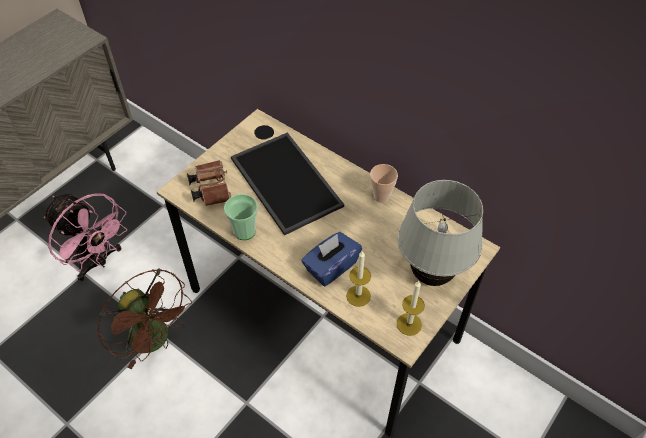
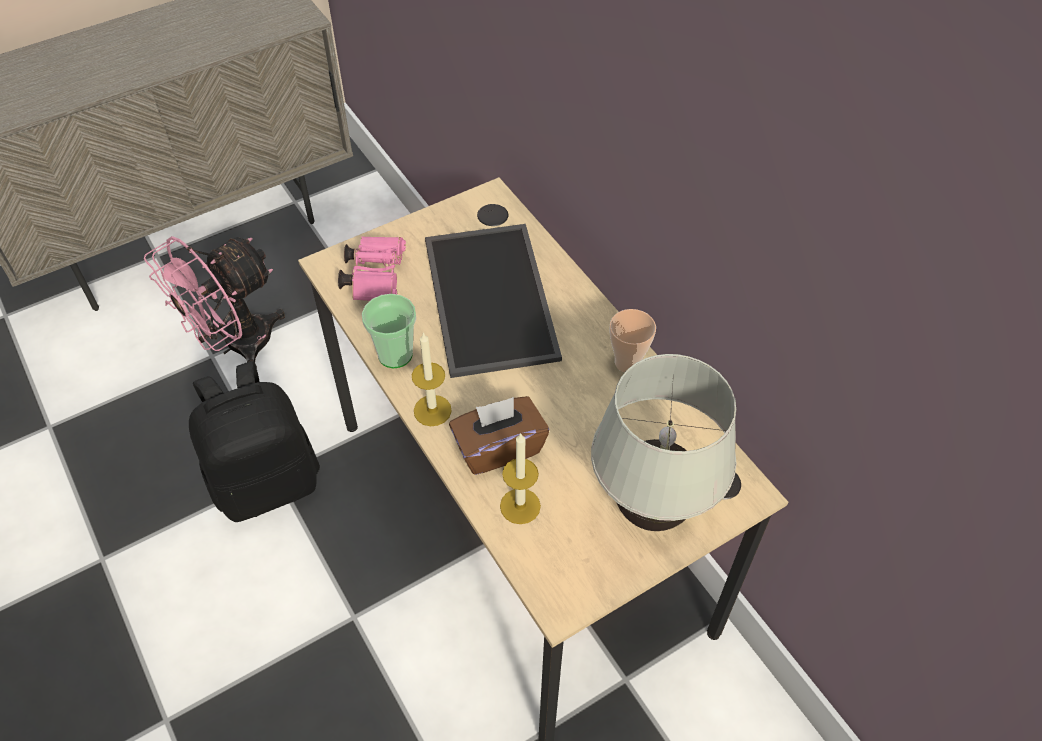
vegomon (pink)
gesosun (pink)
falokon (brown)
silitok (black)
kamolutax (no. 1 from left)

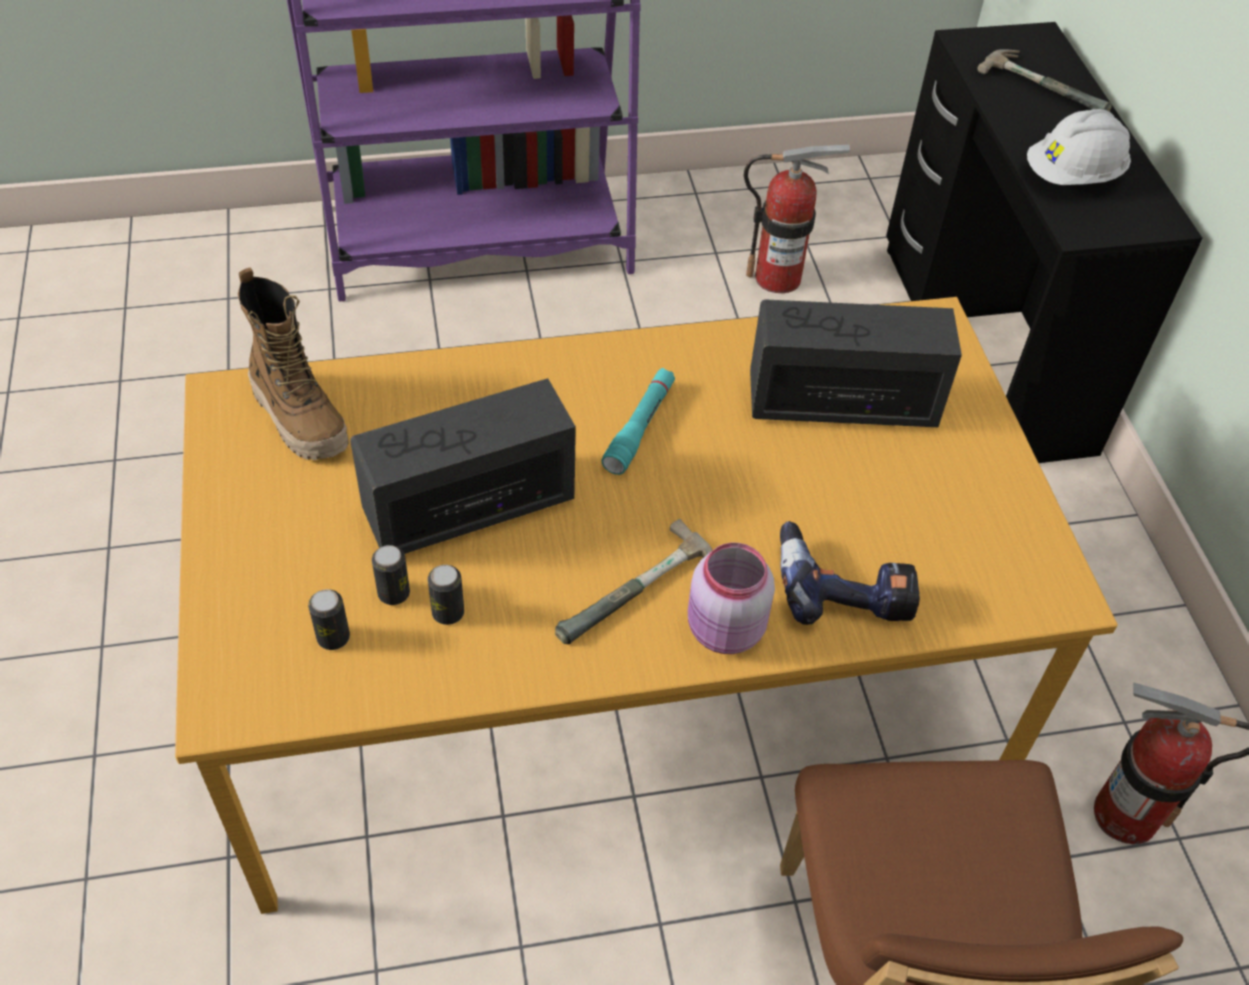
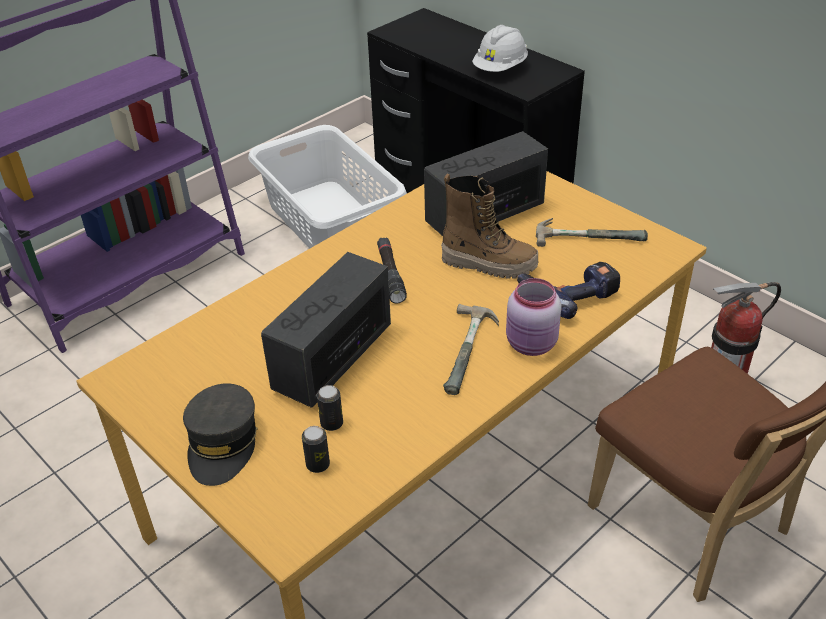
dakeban (no. 2 from left)
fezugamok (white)
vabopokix
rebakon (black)
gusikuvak (no. 3 from left in the first image)
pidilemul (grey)

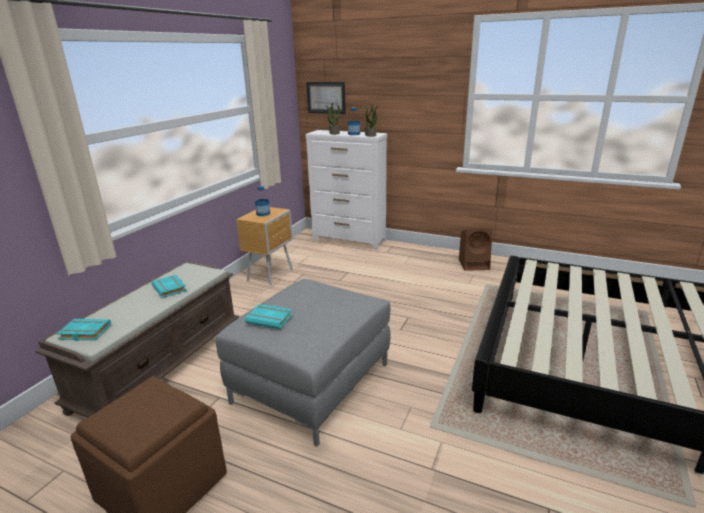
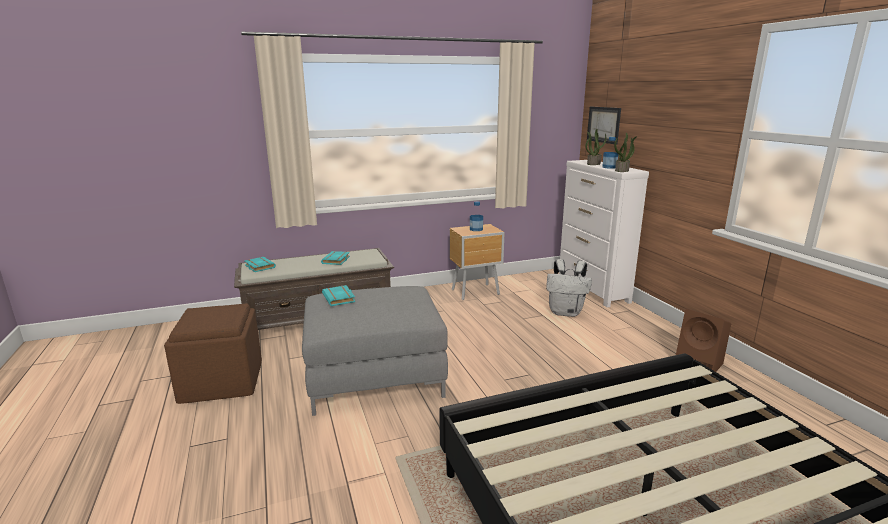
silitok (white)

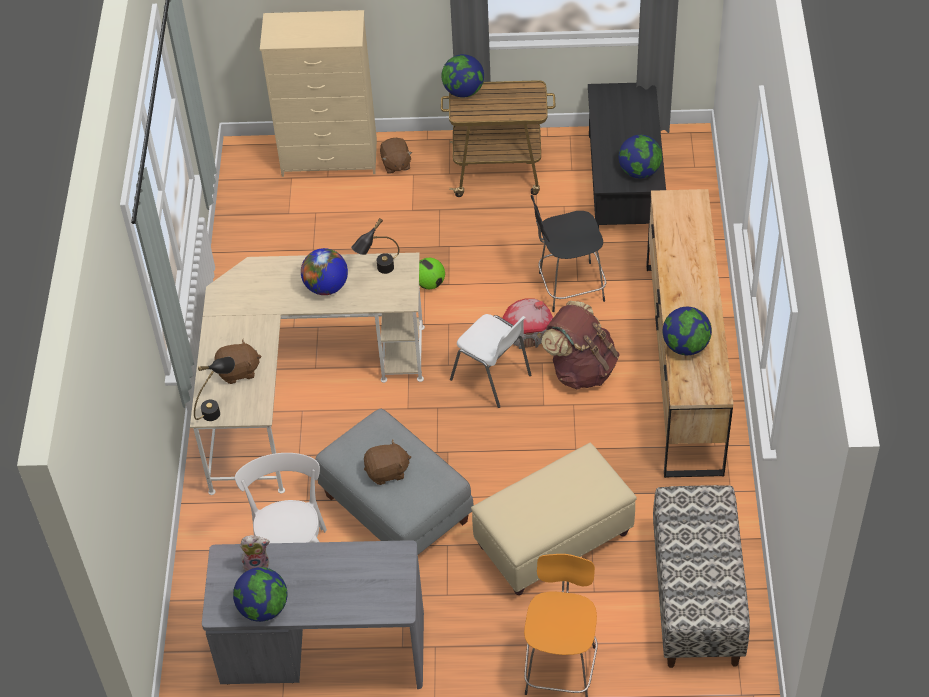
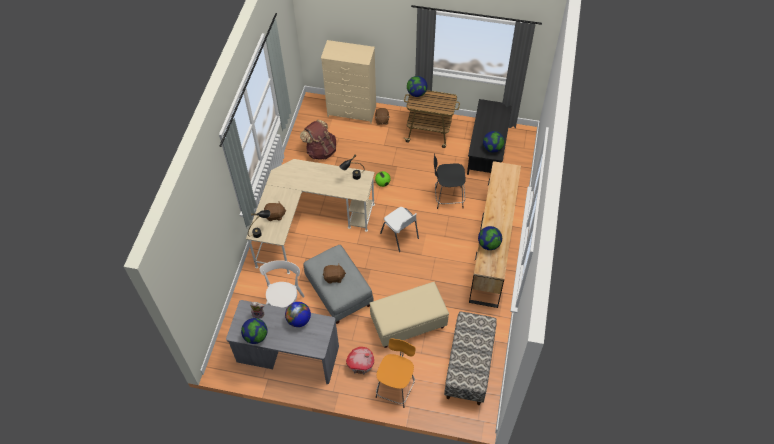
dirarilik (no. 2 from left)
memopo
silitok (brown)

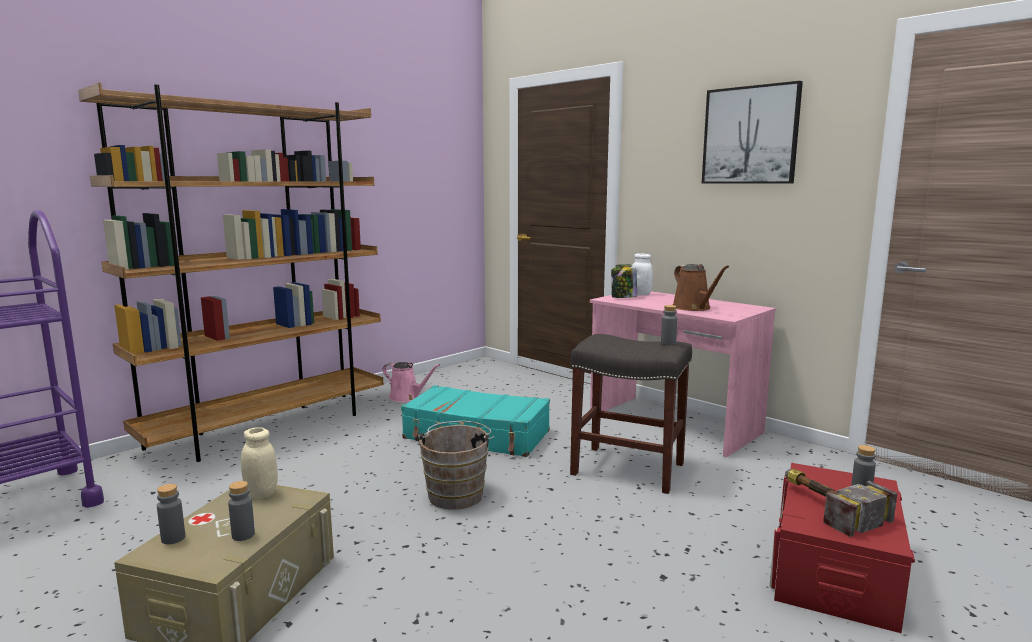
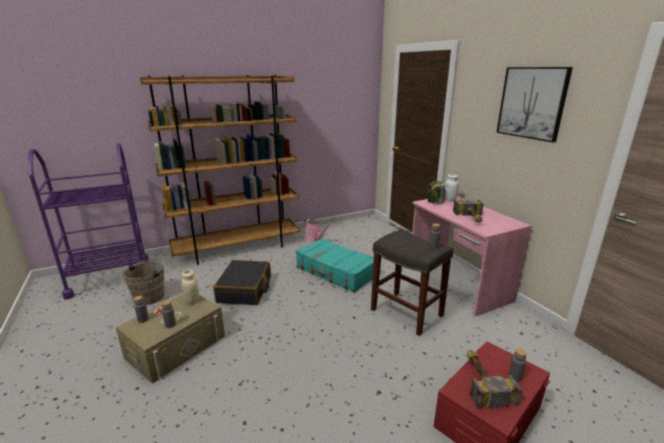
dakeban (no. 1 from left)
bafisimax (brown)
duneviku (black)

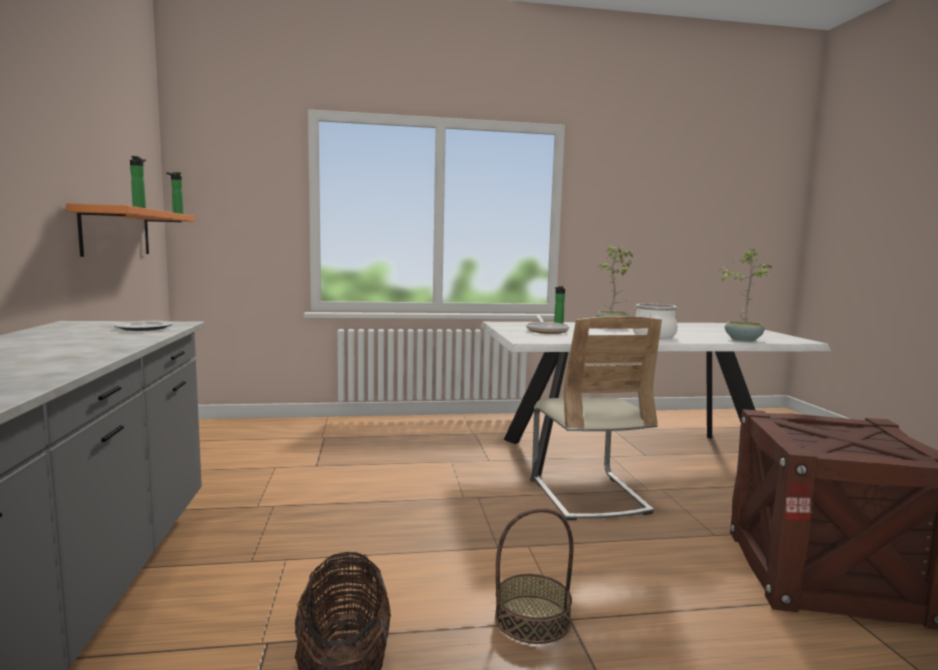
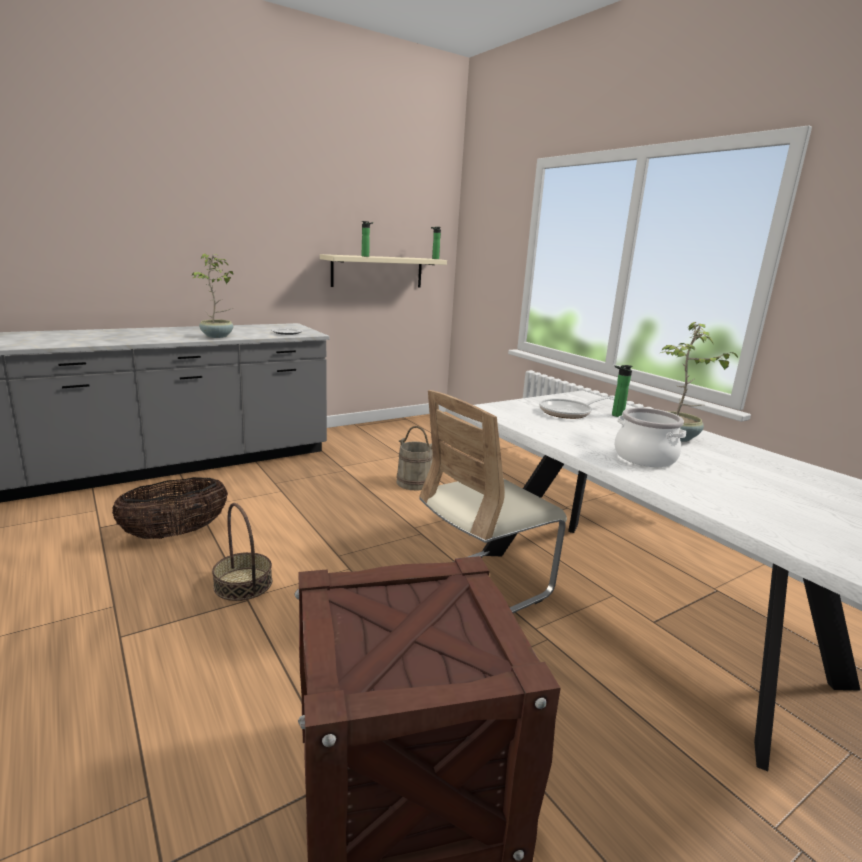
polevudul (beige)
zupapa (no. 1 from left)
bafisimax (beige)

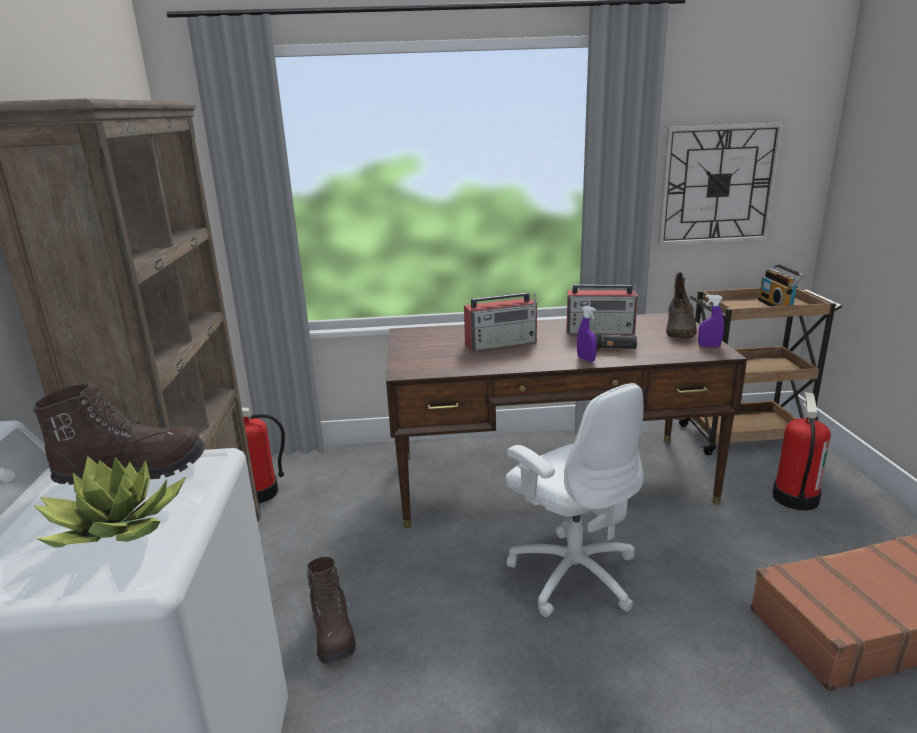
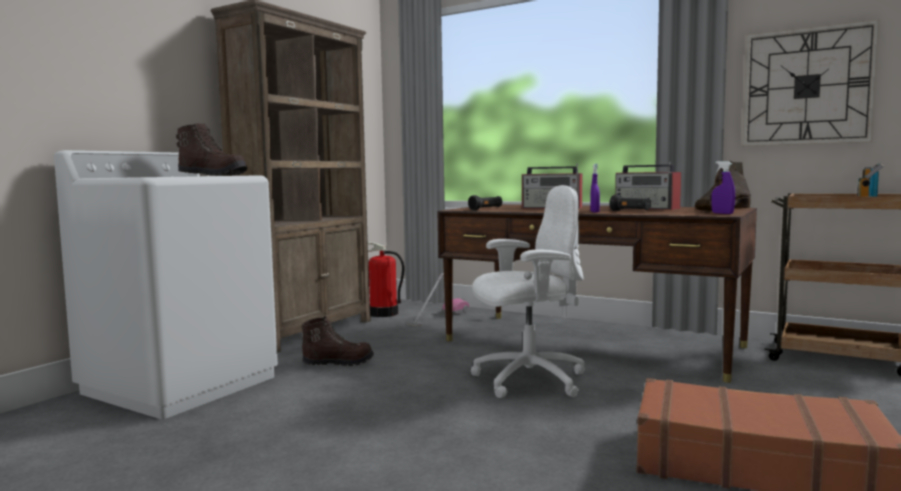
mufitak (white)
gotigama (no. 2 from left in the first image)
zupapa
vabopokix (brown) (no. 2 from left)
rebakon (black) (no. 1 from left)
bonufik

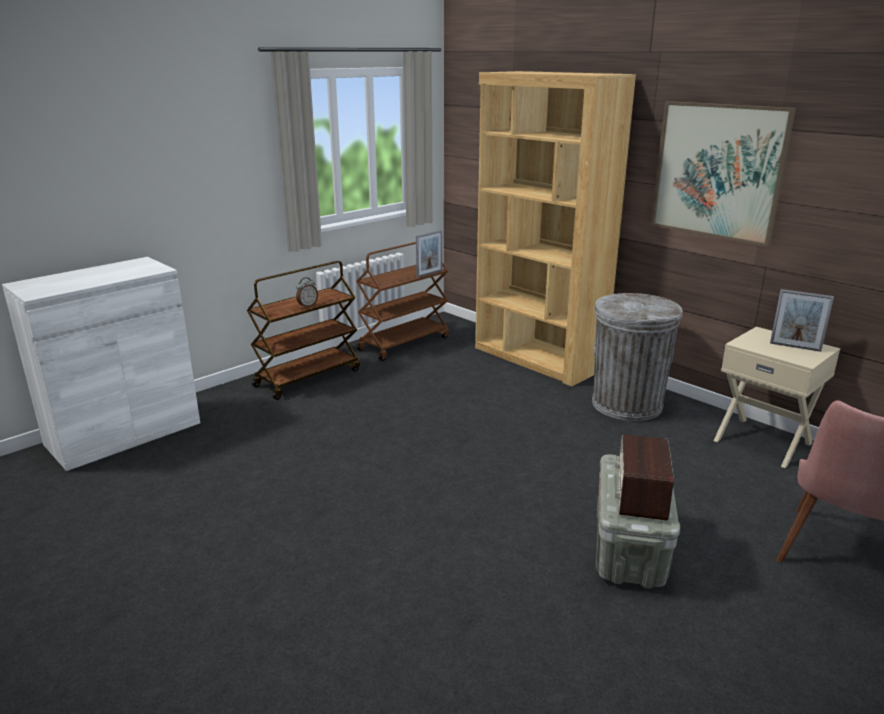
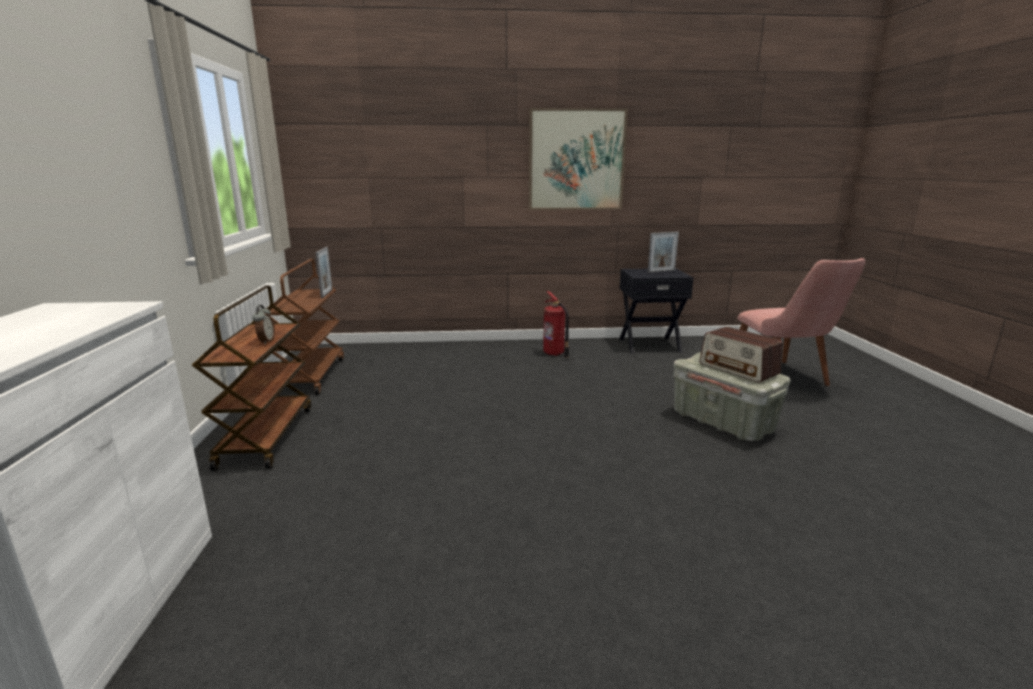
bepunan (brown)
gotigama
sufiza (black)

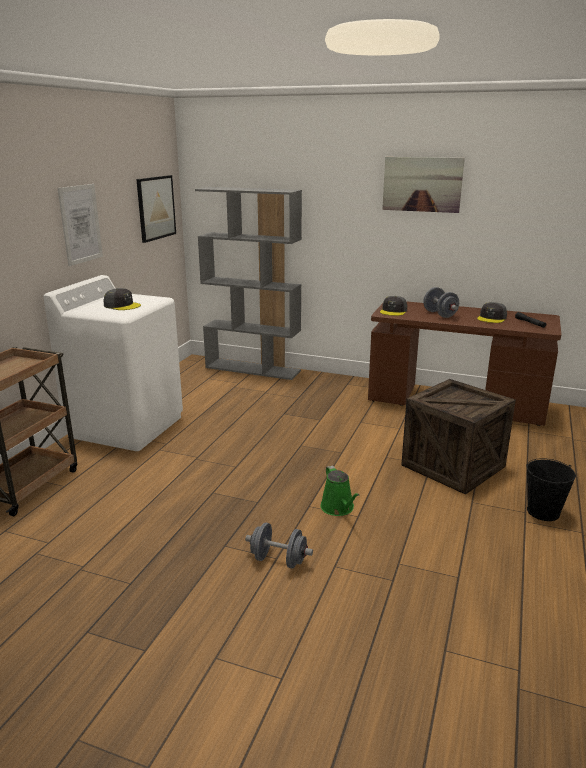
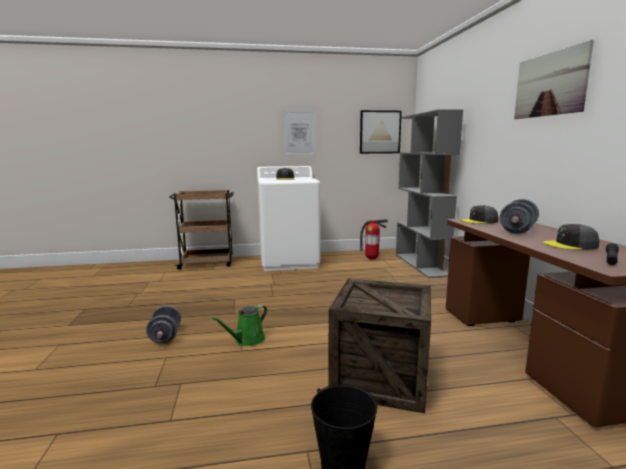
gotigama

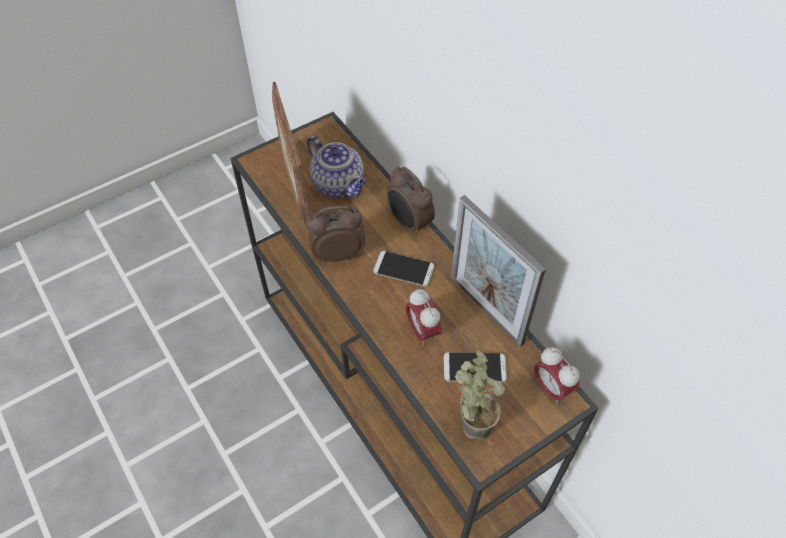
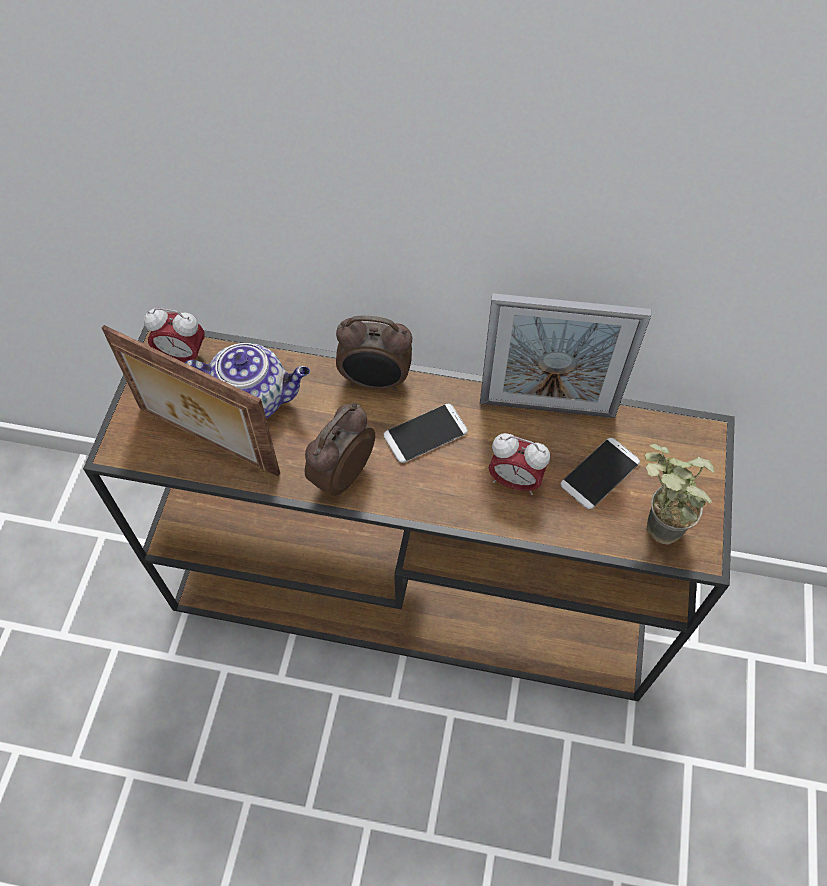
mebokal (no. 1 from left)

